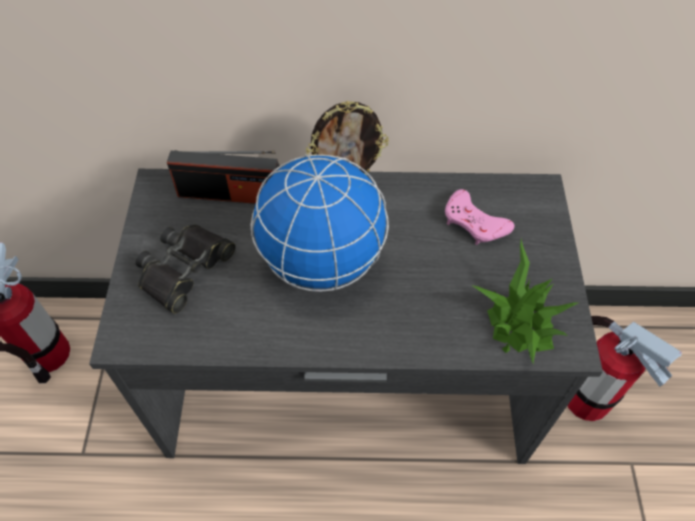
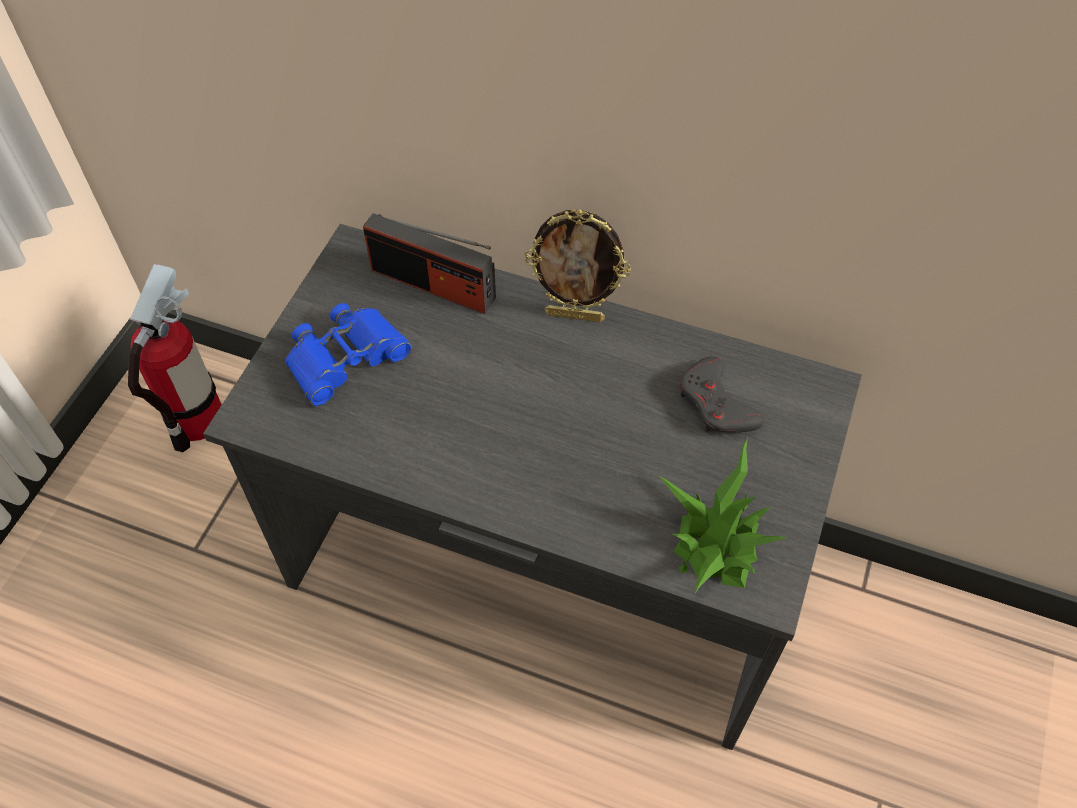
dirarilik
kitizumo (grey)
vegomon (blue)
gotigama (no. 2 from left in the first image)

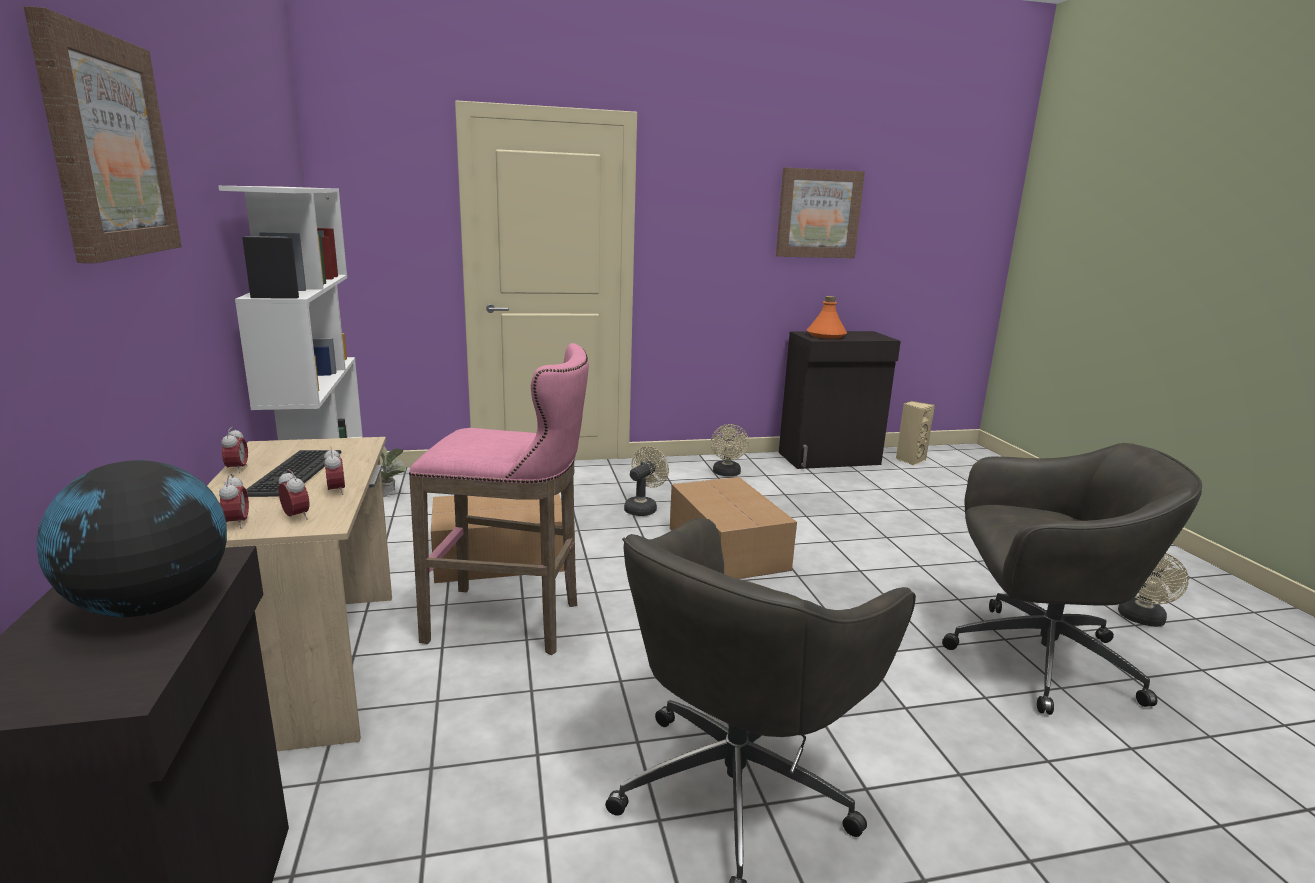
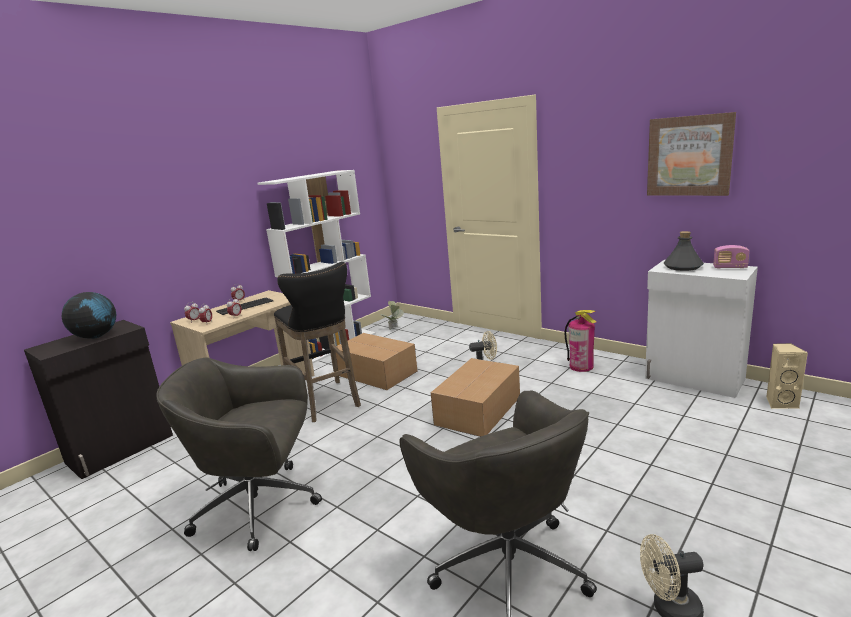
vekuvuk (no. 1 from left in the first image)
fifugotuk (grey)
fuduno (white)
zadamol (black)
gotigama
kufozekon

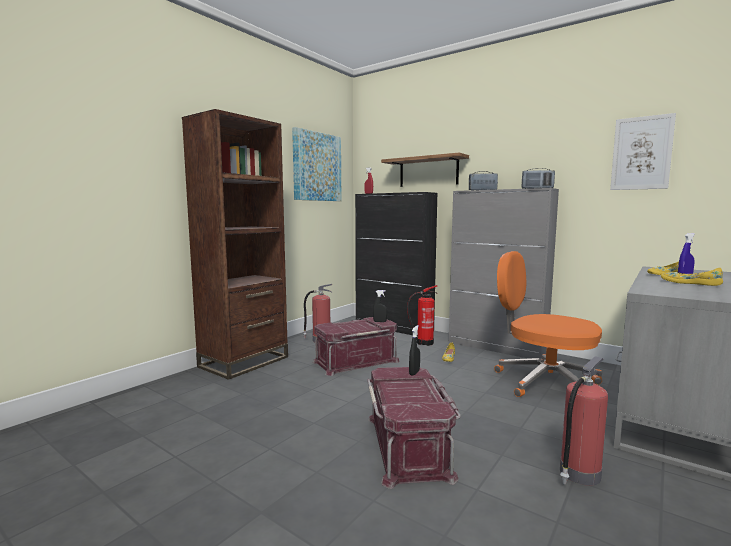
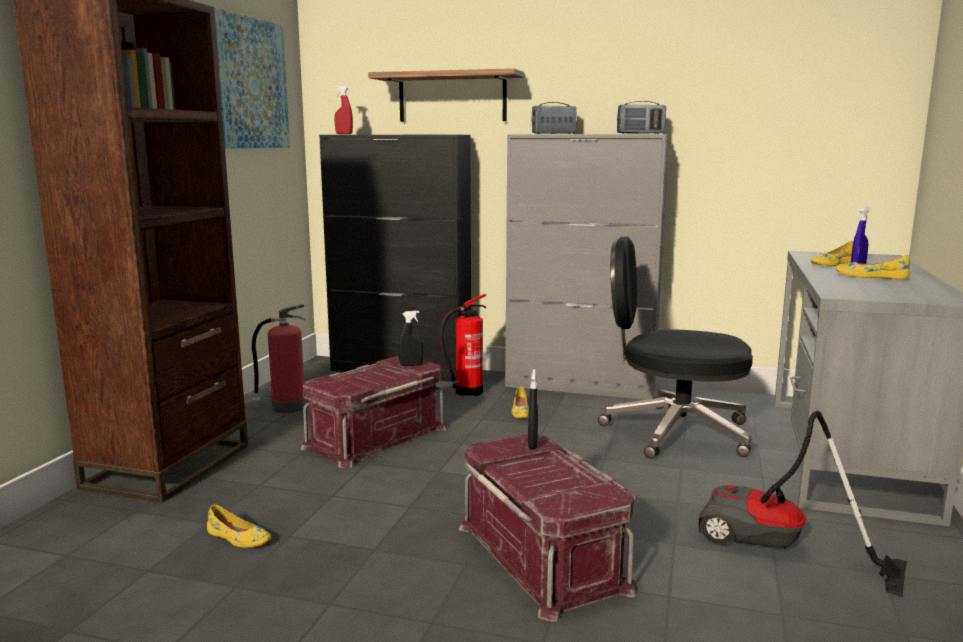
vekuvuk (no. 2 from left in the first image)
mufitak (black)
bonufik
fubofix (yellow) (no. 1 from left)

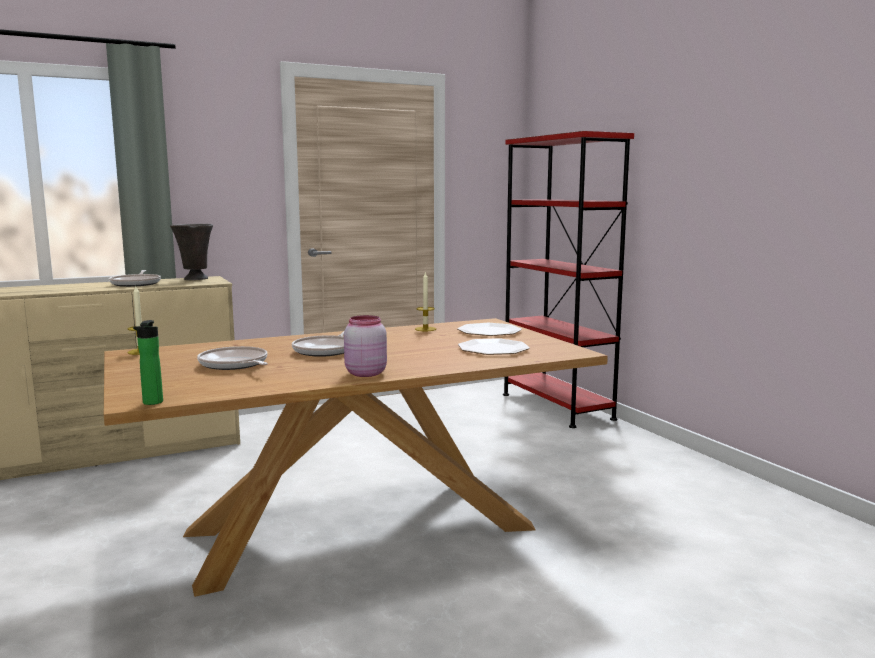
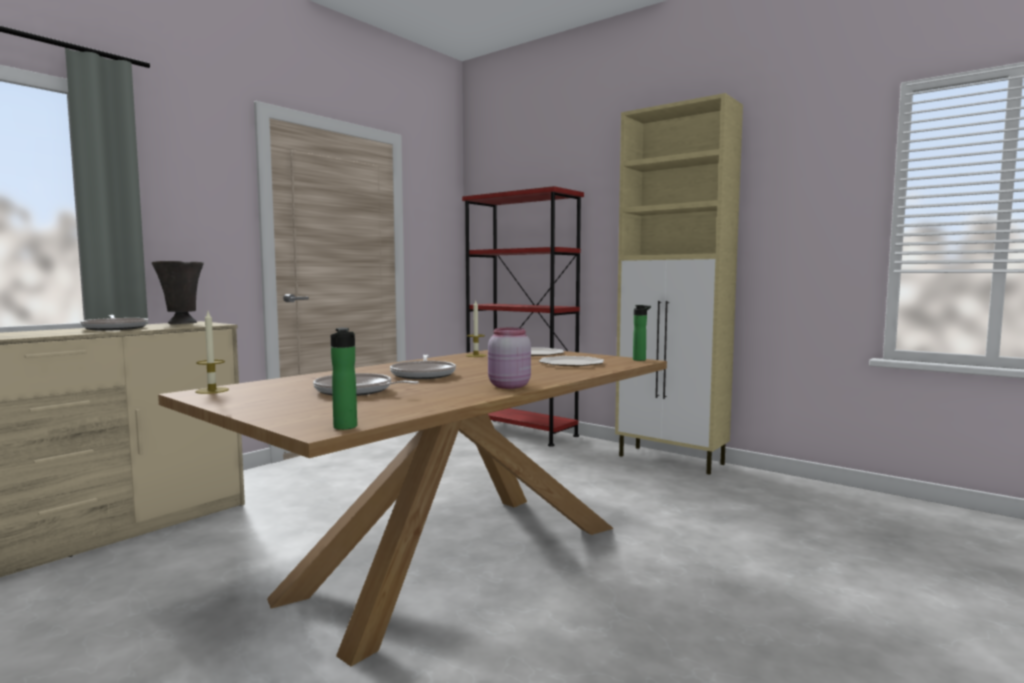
fuduno (beige)
fifugotuk (no. 2 from left)

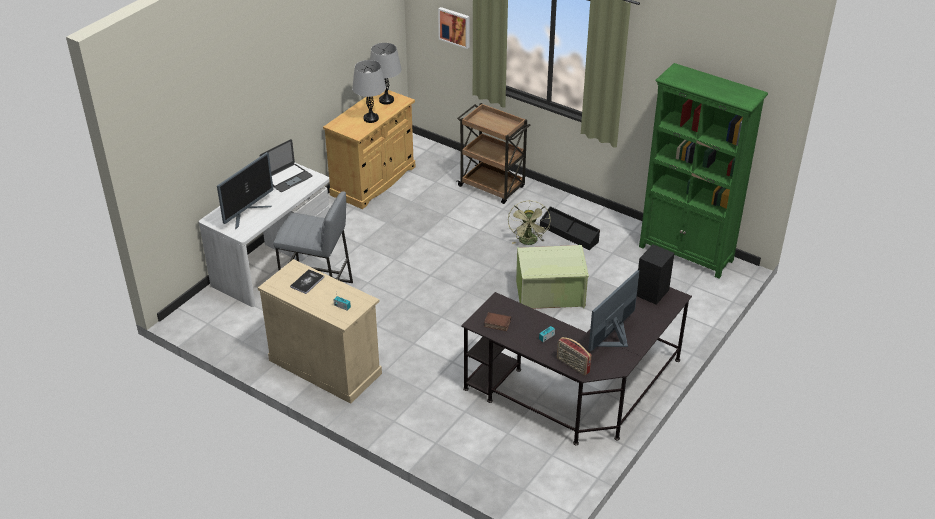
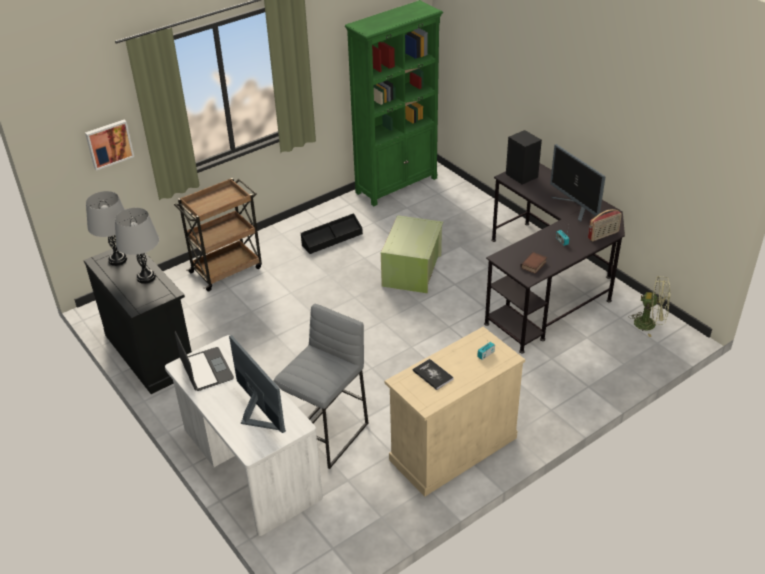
fuduno (black)
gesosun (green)

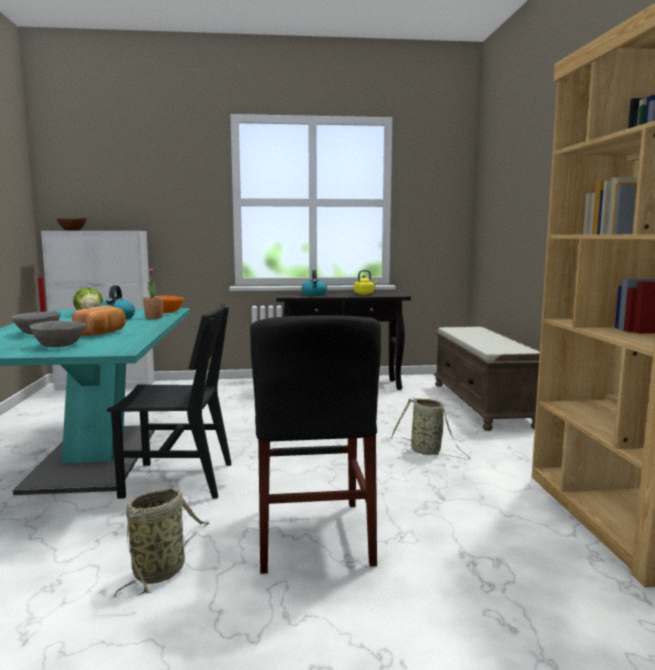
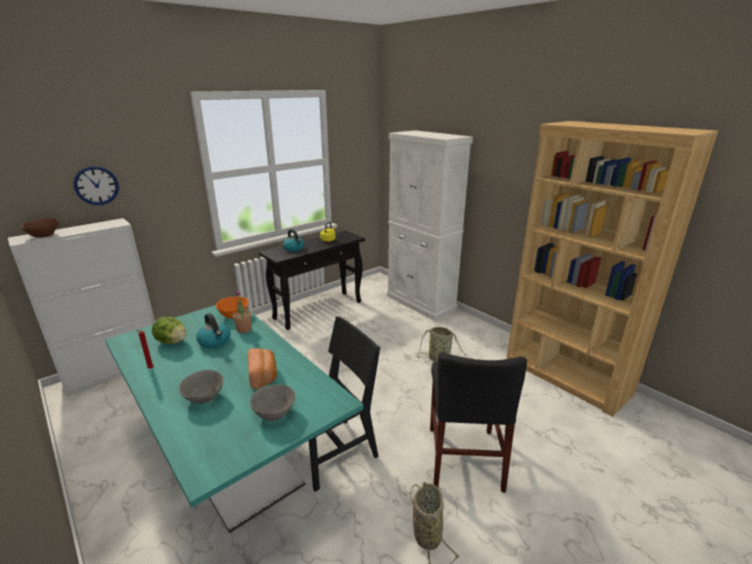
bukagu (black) (no. 2 from left)
fuduno (white) (no. 2 from left)
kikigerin

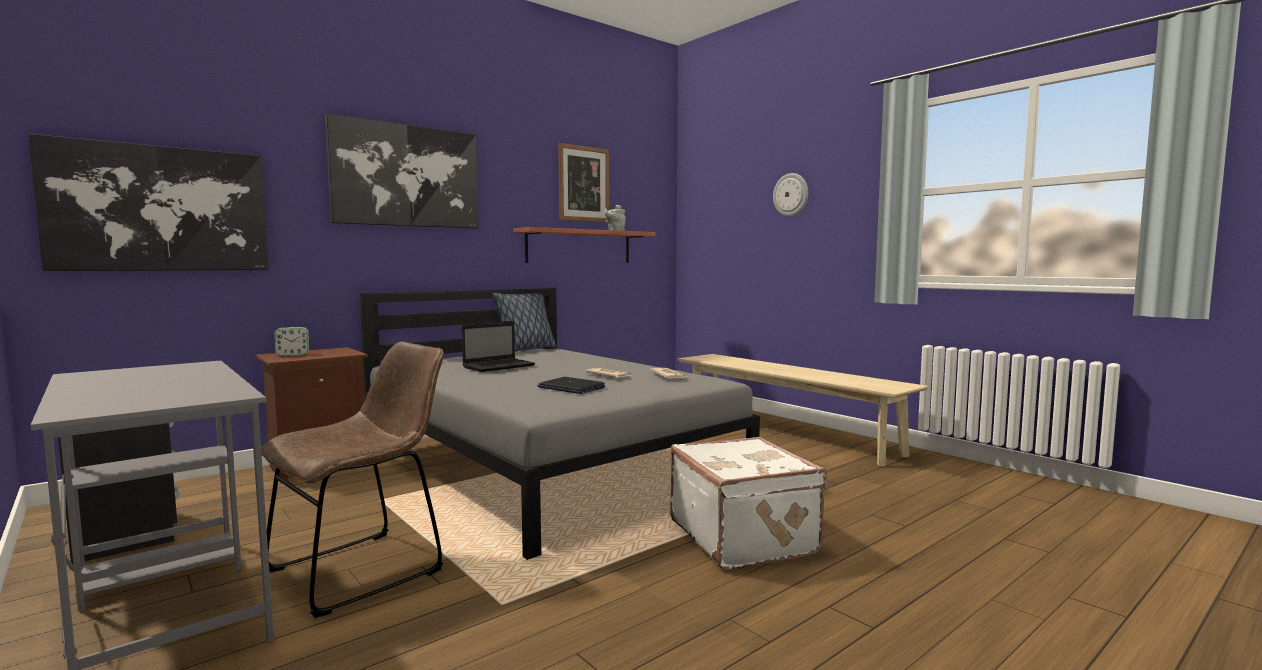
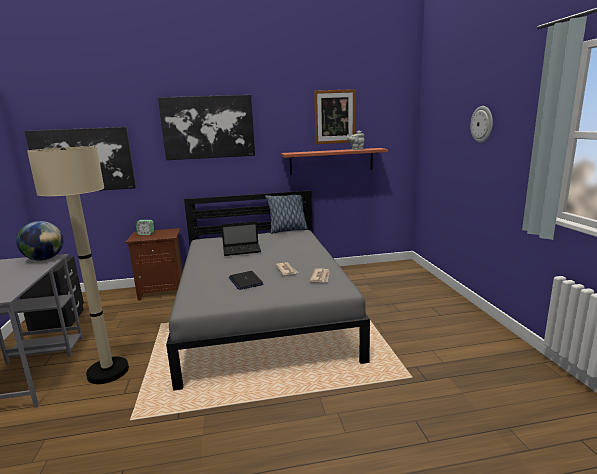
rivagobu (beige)
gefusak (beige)
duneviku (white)
dirarilik

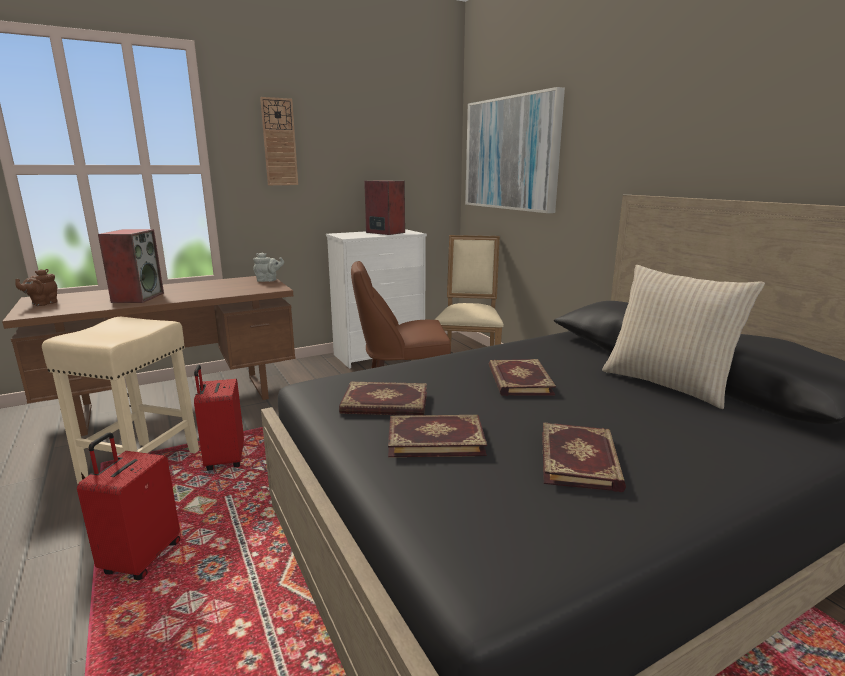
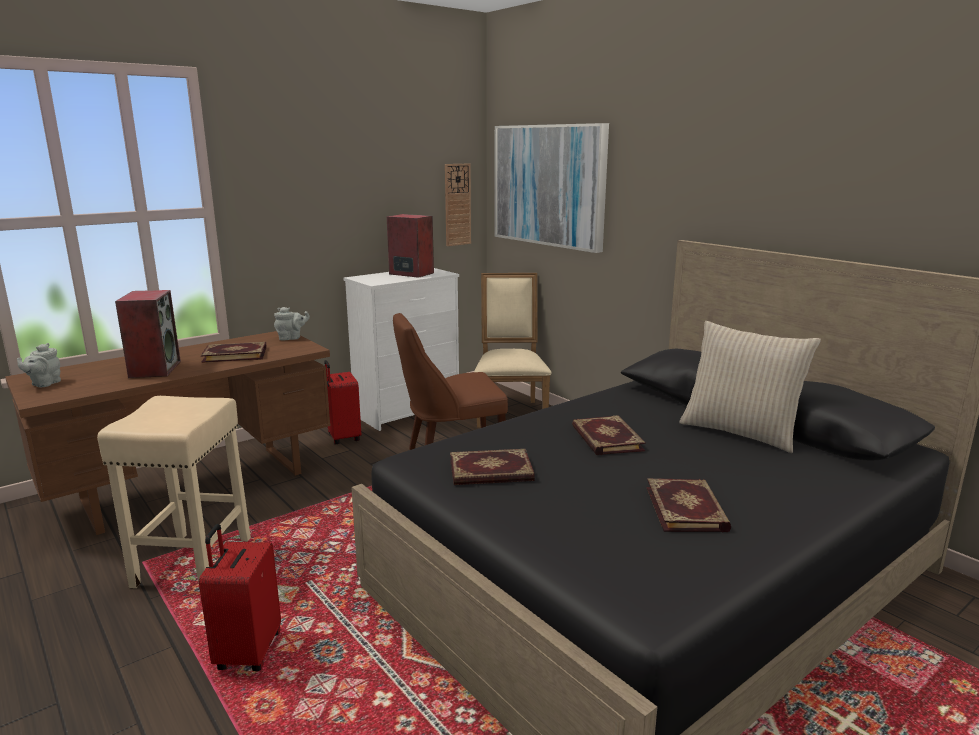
kikigerin
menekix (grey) (no. 1 from left)
duneviku (red) (no. 2 from left)
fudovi (no. 1 from left)

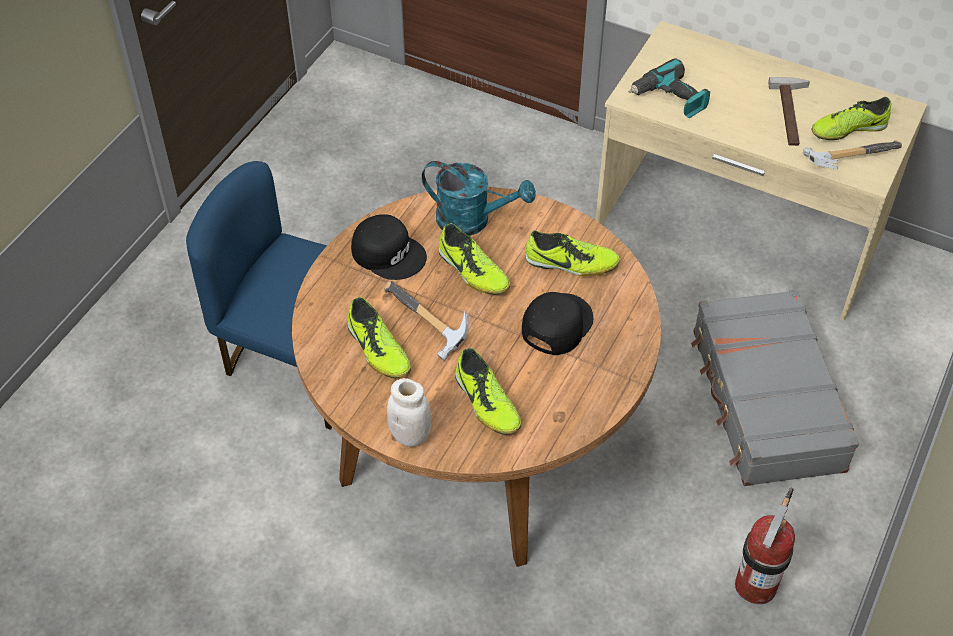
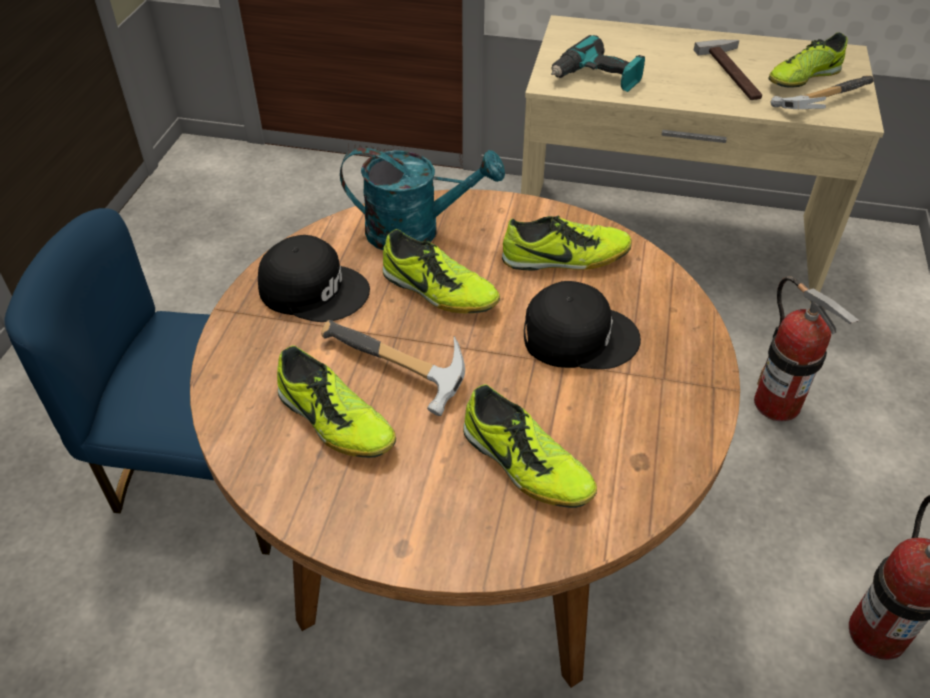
gotigama (no. 1 from left)
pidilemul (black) (no. 2 from left)
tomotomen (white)

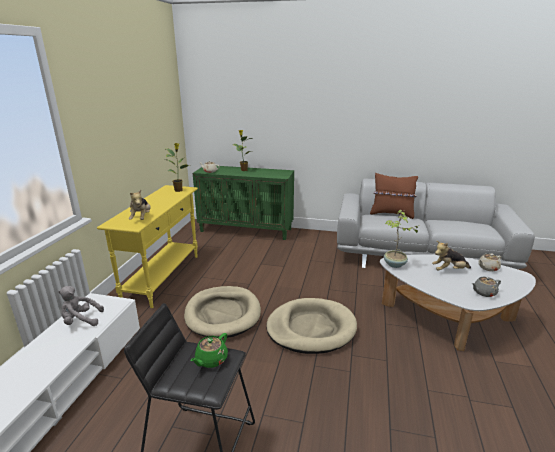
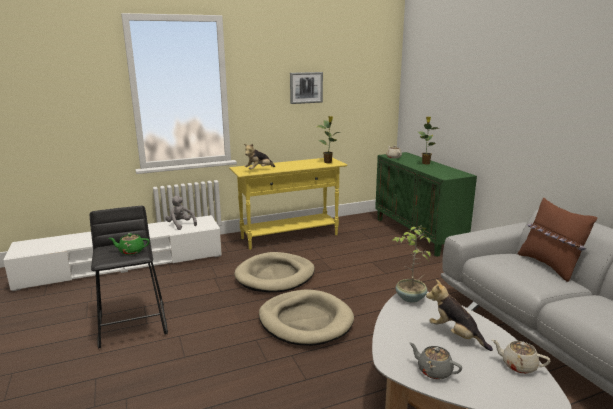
vekuvuk

